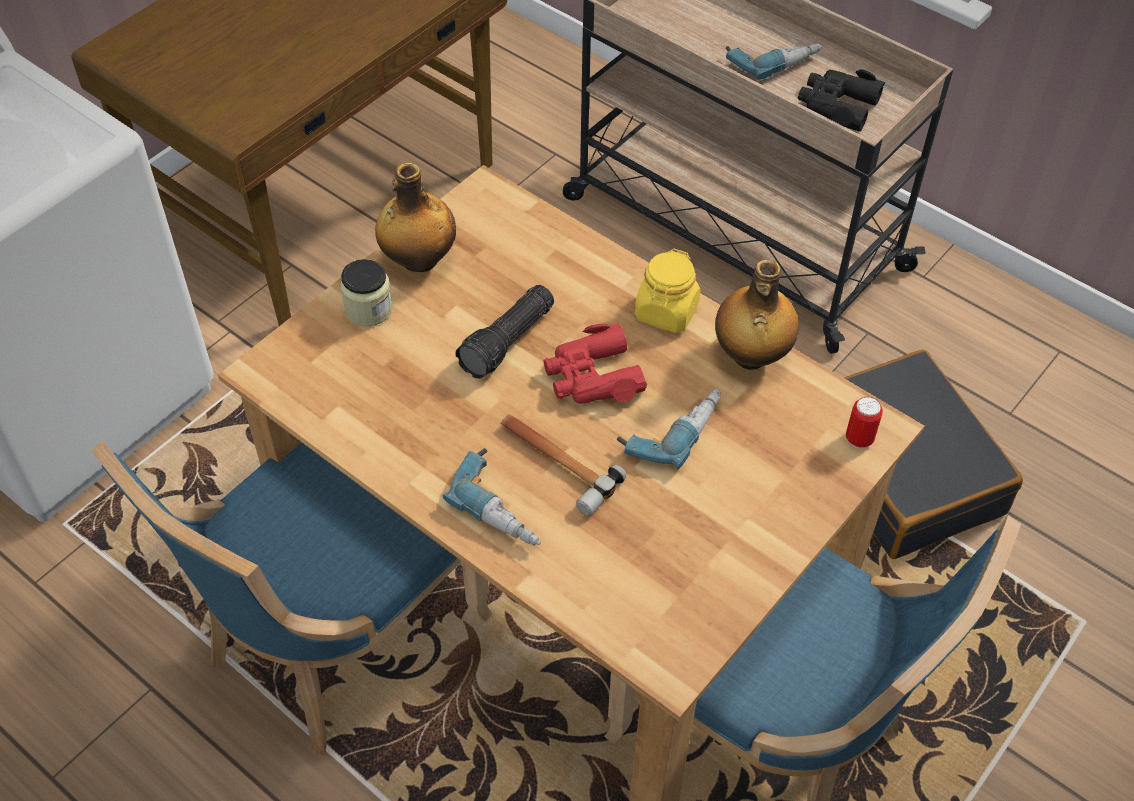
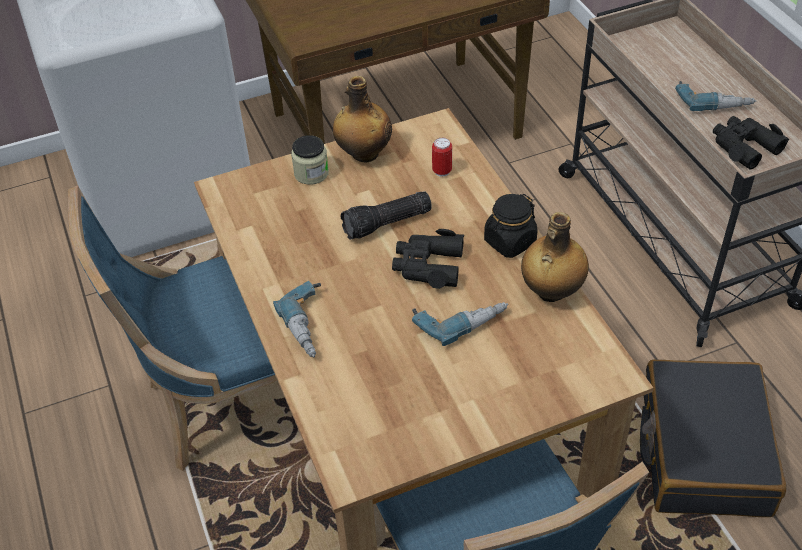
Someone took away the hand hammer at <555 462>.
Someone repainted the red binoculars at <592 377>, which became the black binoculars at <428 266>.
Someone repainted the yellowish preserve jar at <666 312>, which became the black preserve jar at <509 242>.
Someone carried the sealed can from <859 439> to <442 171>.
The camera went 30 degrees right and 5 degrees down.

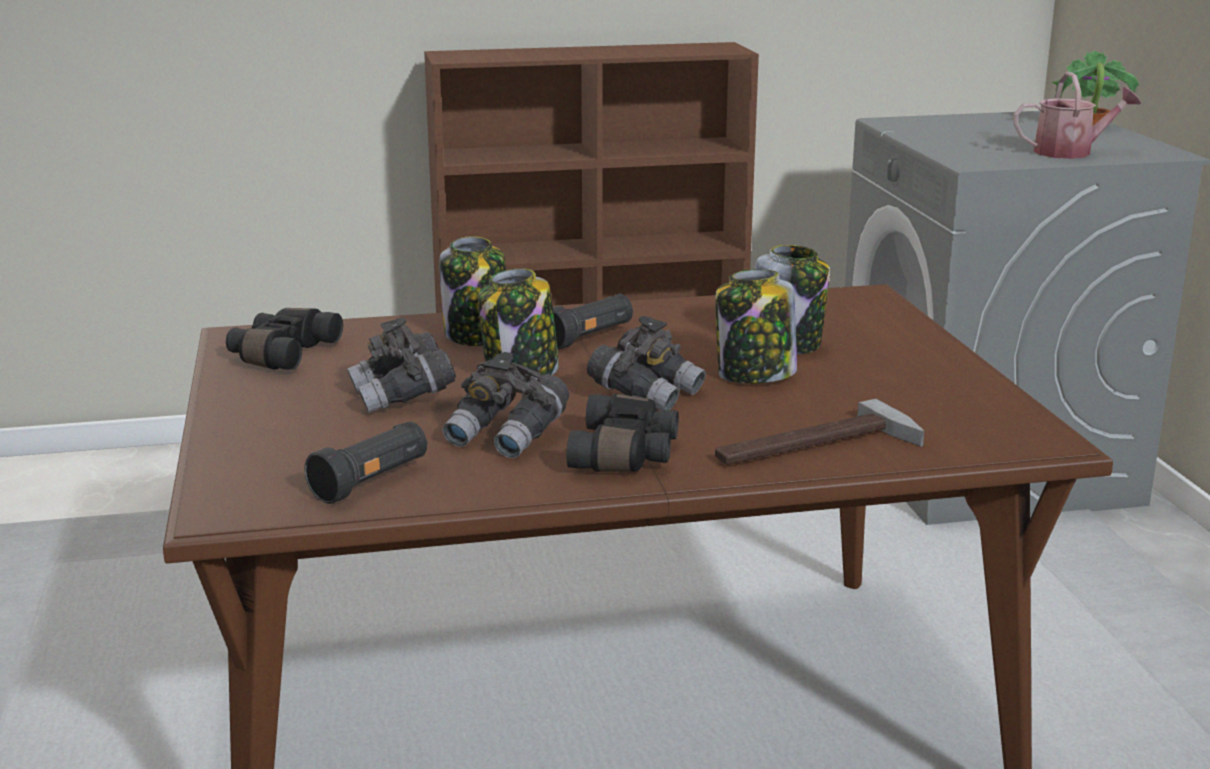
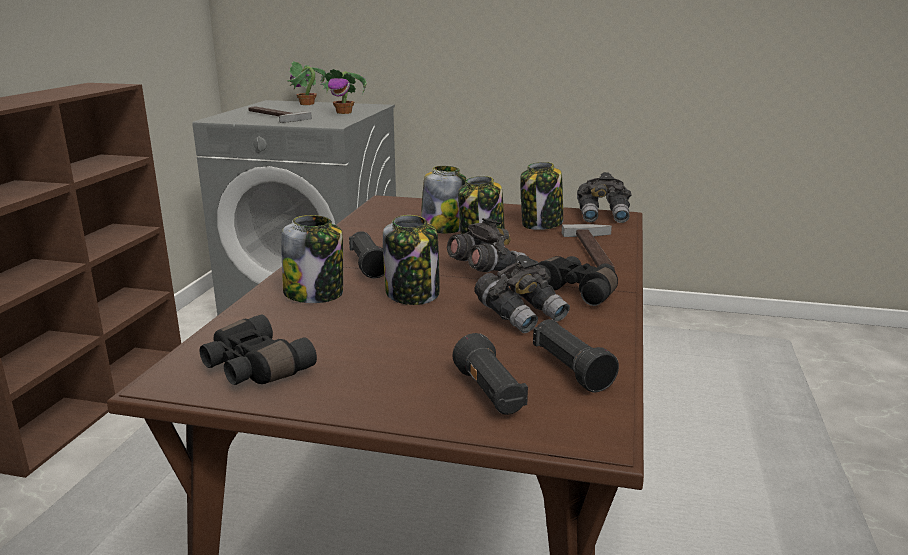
Someone carried the greyish binoculars from <403 397> to <603 216>.
Someone swapped the watering can at <1070 152> for the plant in a pot at <344 112>.
Someone put down the hand hammer at <272 116>.
Someone put down the black hand torch at <490 394>.
Someone put down the preserve jar at <541 224>.
The camera went 65 degrees left and 0 degrees up.

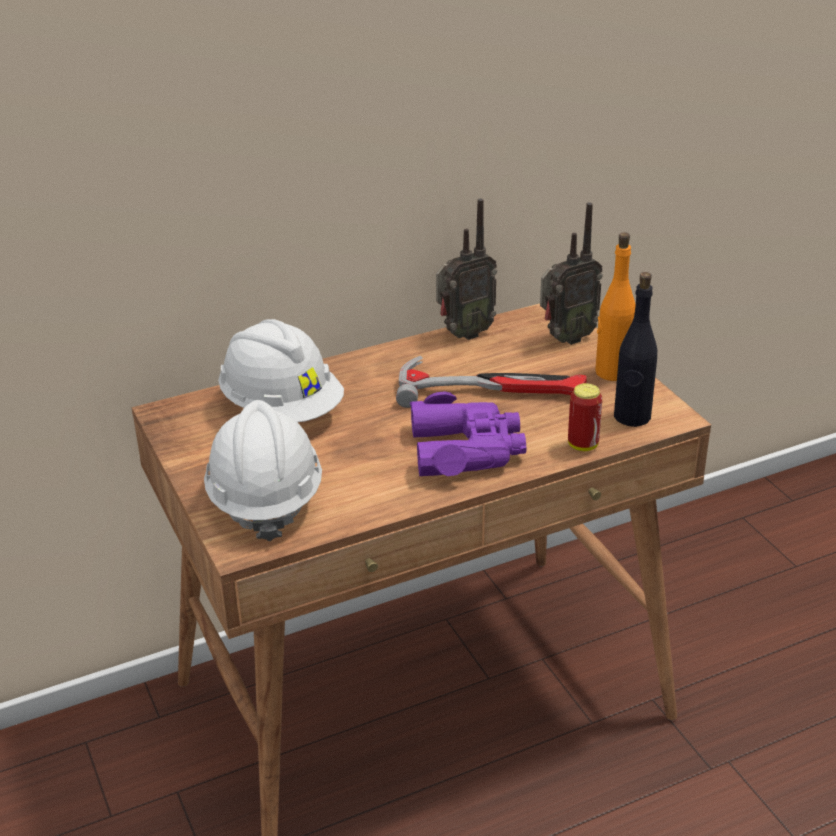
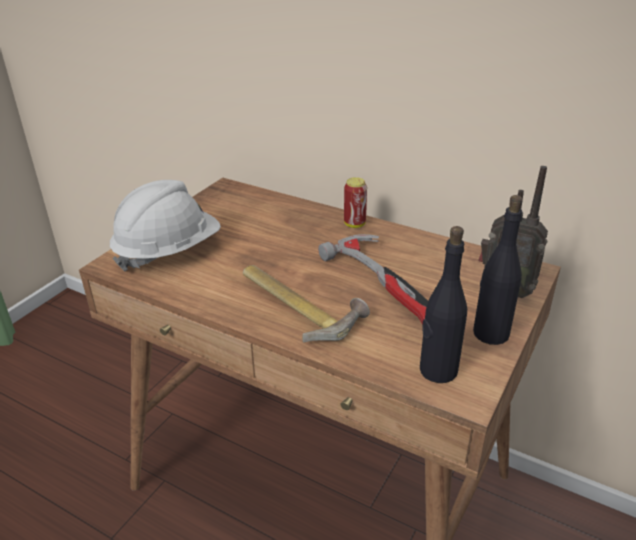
Someone took away the whitish work helmet at <281 408>.
Someone swapped the purple binoculars at <466 449> for the hand hammer at <298 305>.
Someone took away the radio at <463 334>.
Someone carried the sealed can from <583 445> to <354 224>.
Someone repainted the orange-coloured bottle at <612 372>, which became the black bottle at <490 333>.
The camera went 55 degrees right and 0 degrees up.

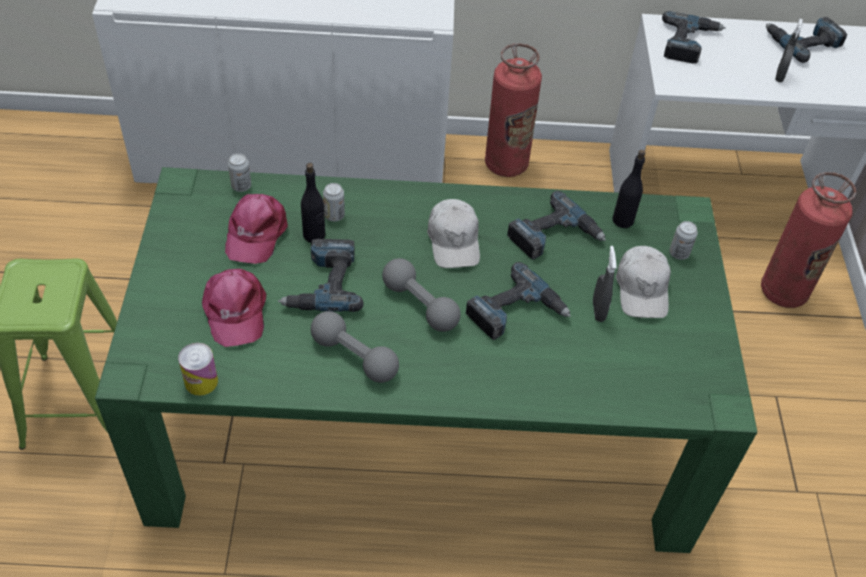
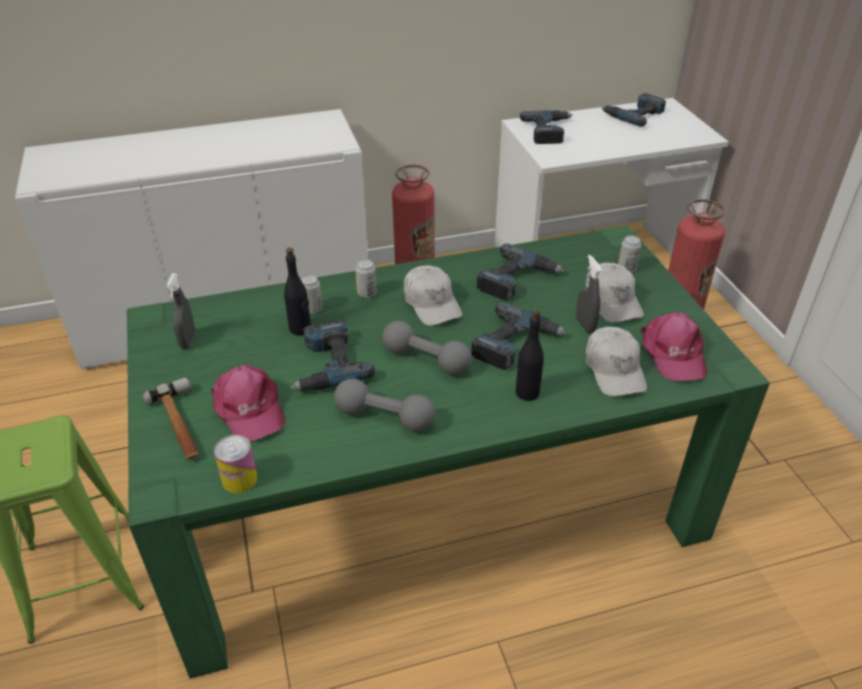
Someone carried the pink-coloured baseball cap from <255 233> to <673 353>.
Someone carried the sealed can from <241 186> to <366 293>.
Someone carried the black bottle from <623 220> to <527 392>.
Someone carried the greyish hand sprayer from <779 76> to <188 341>.
Someone put down the hand hammer at <181 425>.
Someone put down the whitish baseball cap at <614 370>.
The camera went 15 degrees left and 10 degrees down.

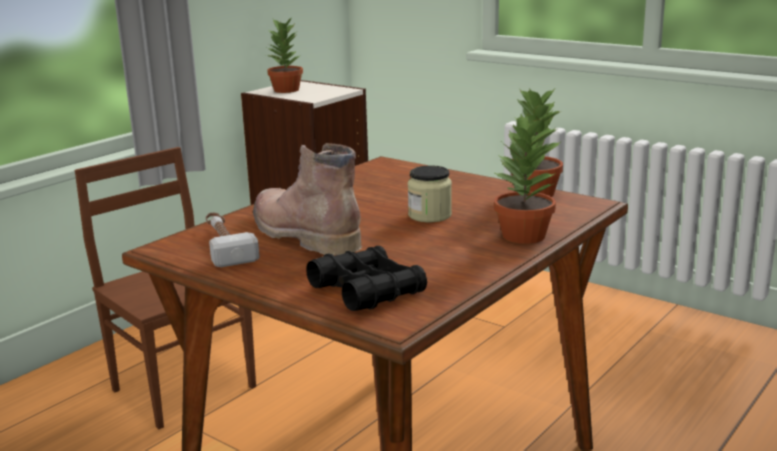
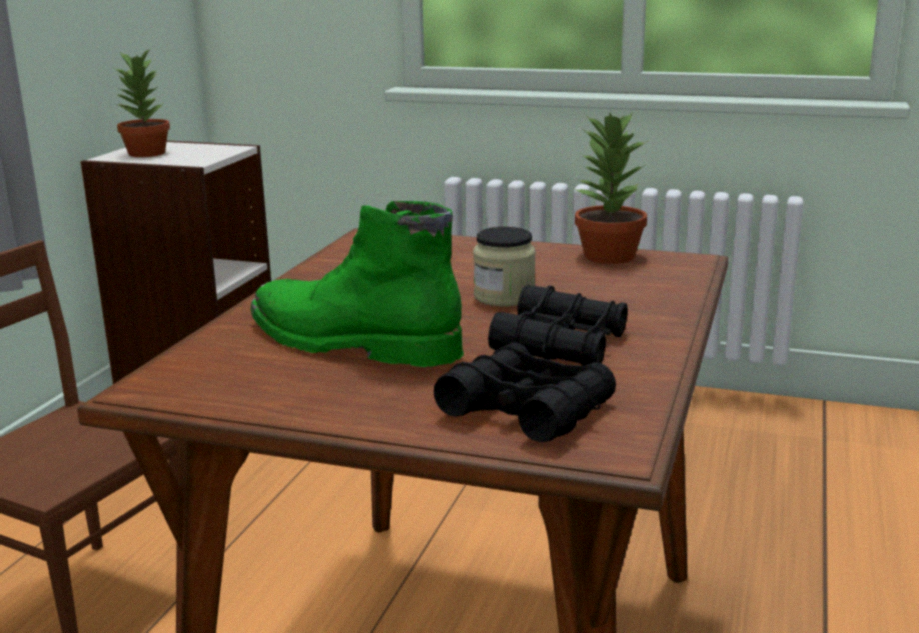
Someone took away the hand hammer at <224 244>.
Someone repainted the brown-coloured high-top boot at <301 234>, which became the greenish high-top boot at <348 342>.
Someone took away the plant in a pot at <523 236>.
Someone put down the black binoculars at <561 345>.
The camera went 20 degrees left and 0 degrees up.

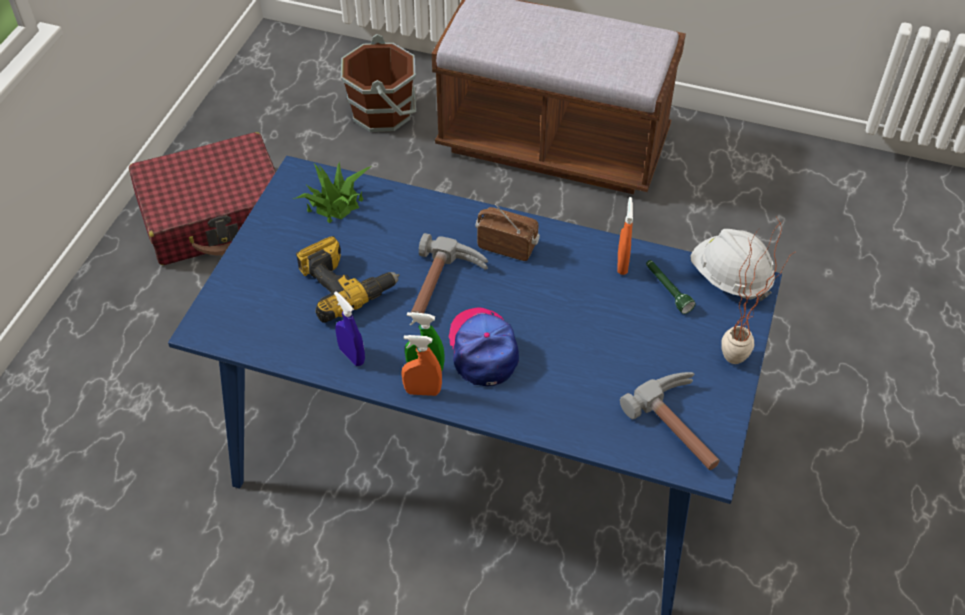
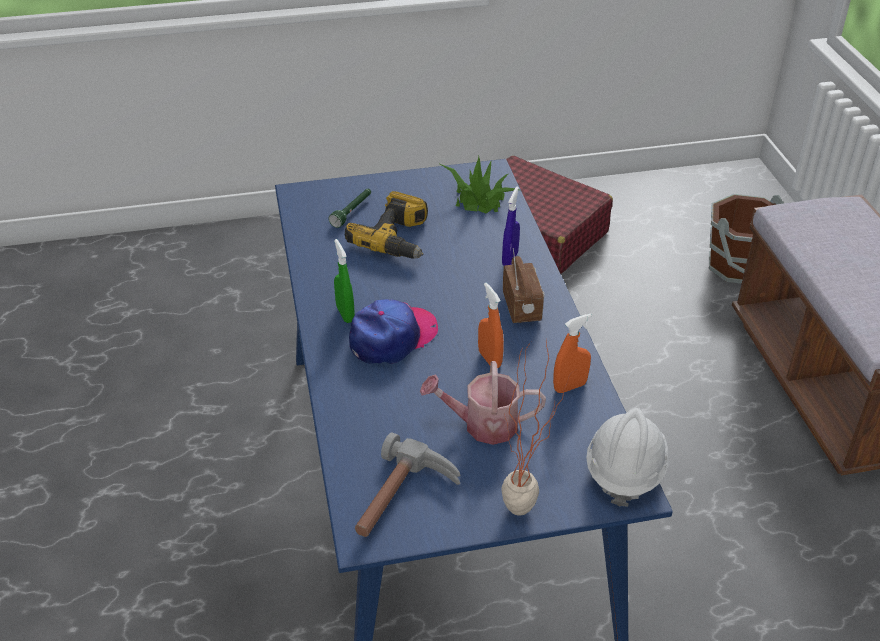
Someone carried the blue-coloured hand sprayer from <352 356> to <510 259>.
Someone carried the orange-coloured hand sprayer from <422 391> to <489 359>.
Someone took away the hand hammer at <444 287>.
Someone carried the greenish hand torch from <667 290> to <352 212>.
Someone put down the watering can at <482 425>.
The camera went 60 degrees right and 10 degrees down.

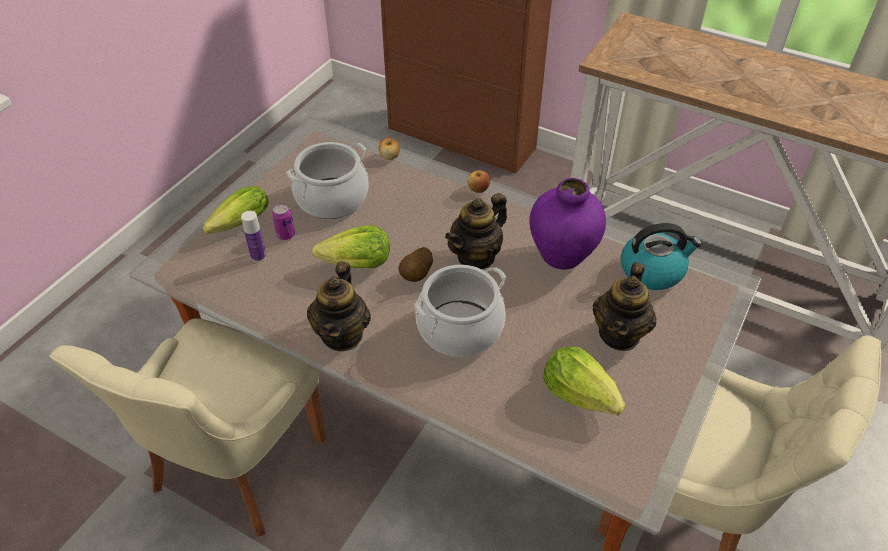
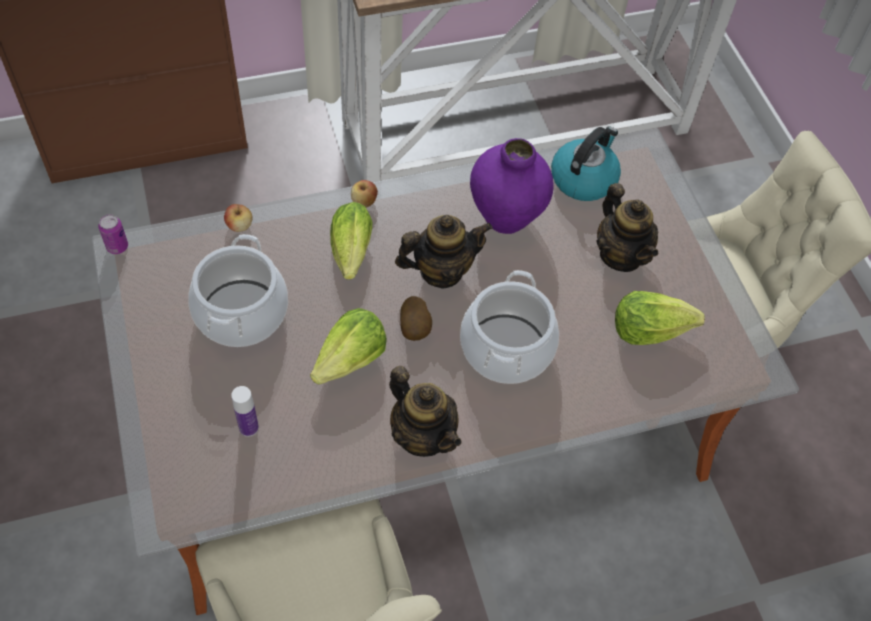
Someone carried the lettuce head from <238 225> to <350 254>.
Someone carried the sealed can from <285 235> to <117 247>.
Someone rotated the pot for tea at <476 256> by 105 degrees counterclockwise.
The camera went 50 degrees left and 10 degrees up.

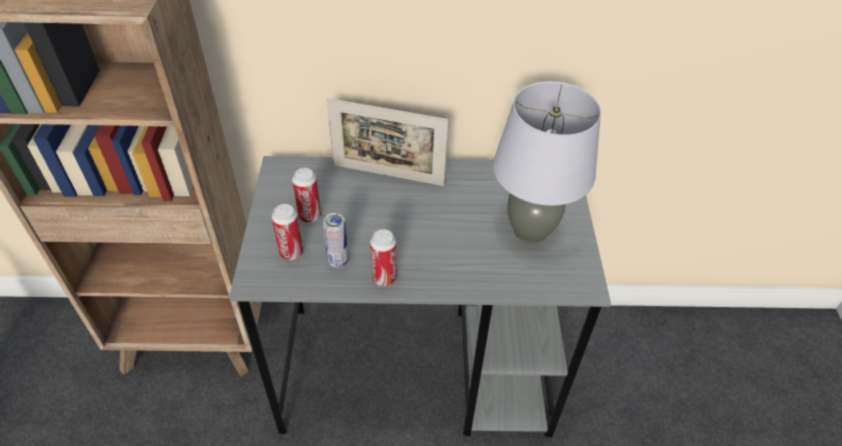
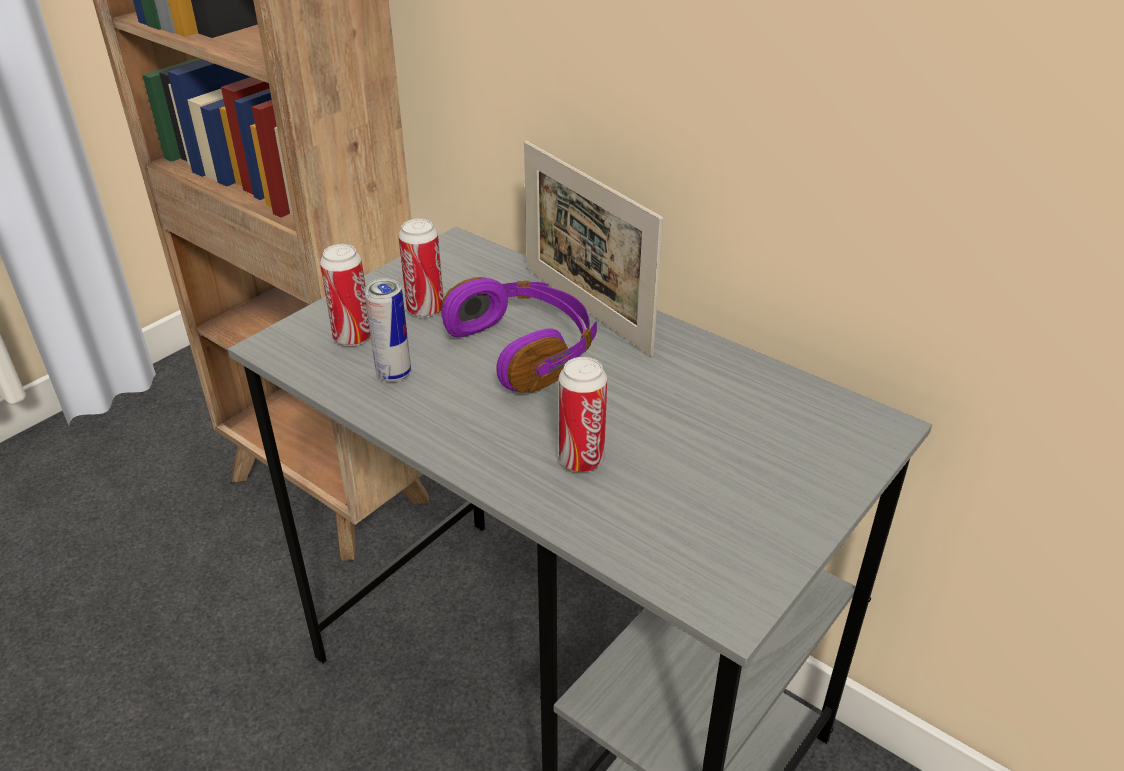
Someone carried the sealed can from <384 278> to <581 460>.
Someone took away the greyish lamp for a table at <531 231>.
Someone put down the purple headphones at <525 349>.
The camera went 40 degrees right and 10 degrees down.

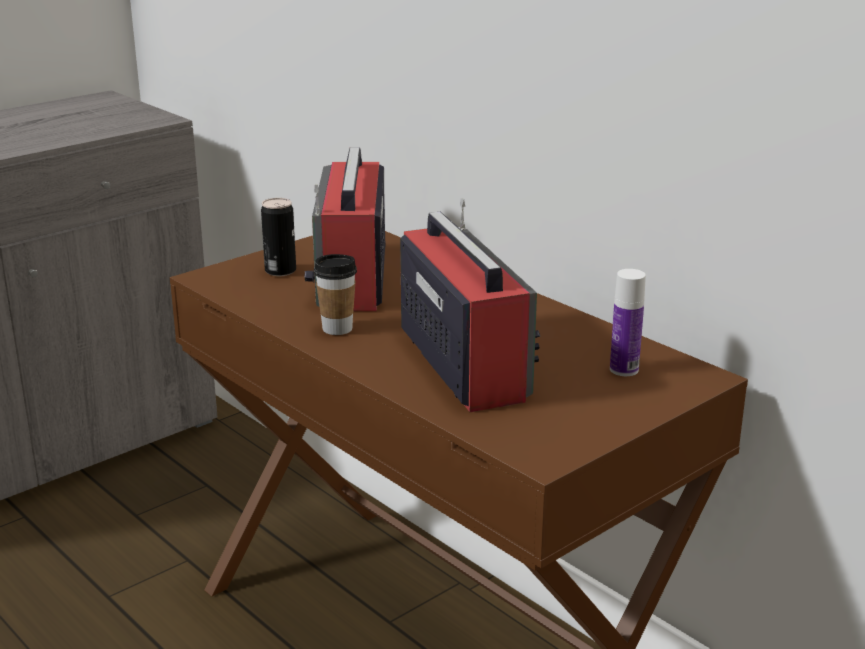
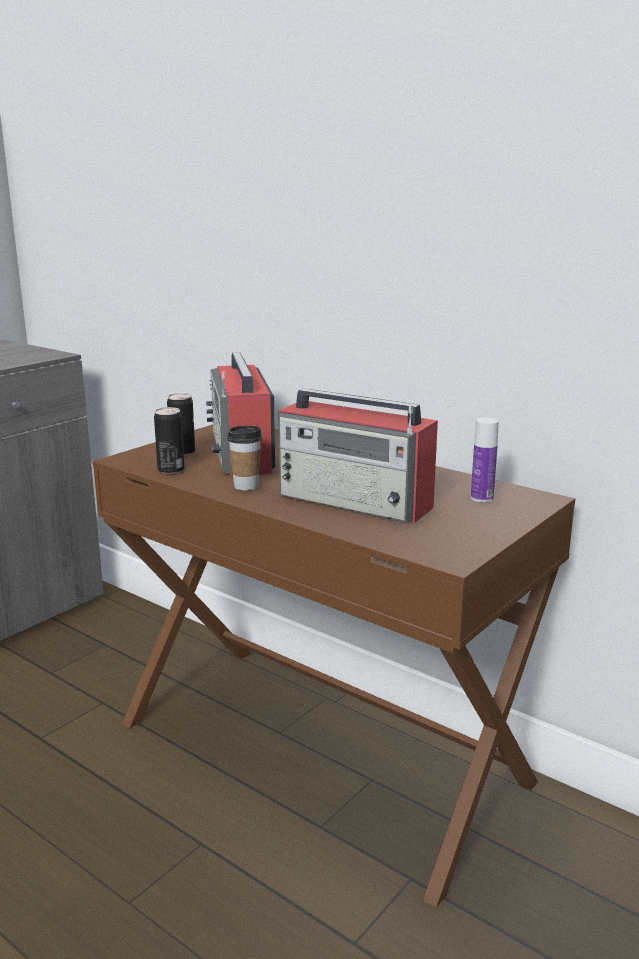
Someone rotated the radio at <462 362> by 150 degrees clockwise.
Someone put down the sealed can at <171 470>.
The camera went 10 degrees left and 5 degrees down.

